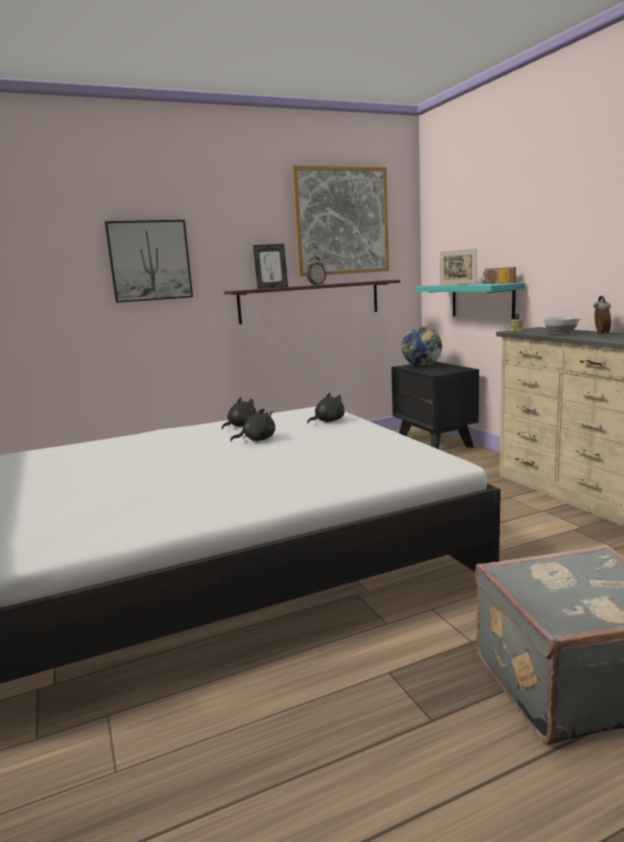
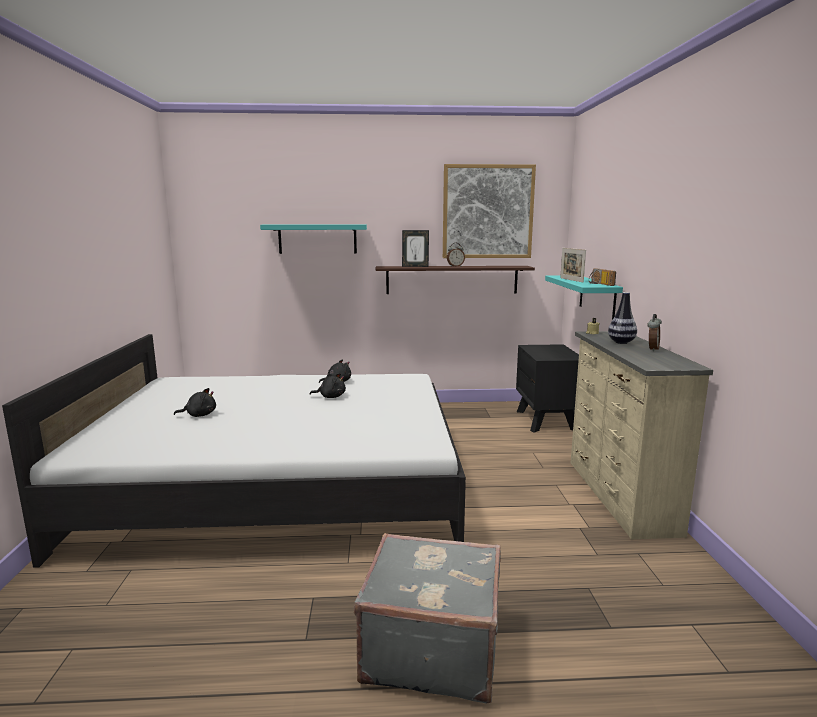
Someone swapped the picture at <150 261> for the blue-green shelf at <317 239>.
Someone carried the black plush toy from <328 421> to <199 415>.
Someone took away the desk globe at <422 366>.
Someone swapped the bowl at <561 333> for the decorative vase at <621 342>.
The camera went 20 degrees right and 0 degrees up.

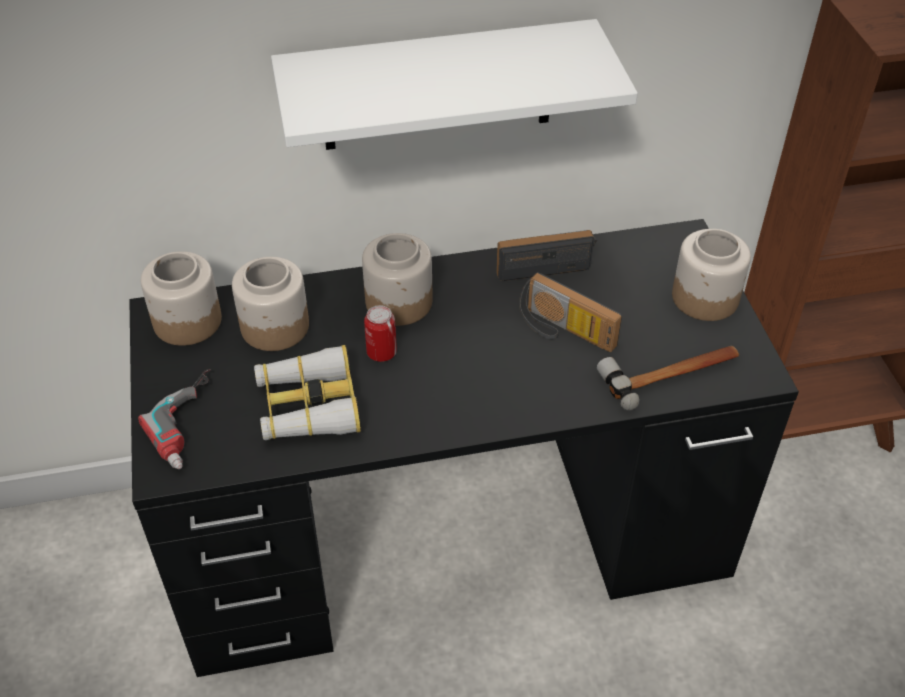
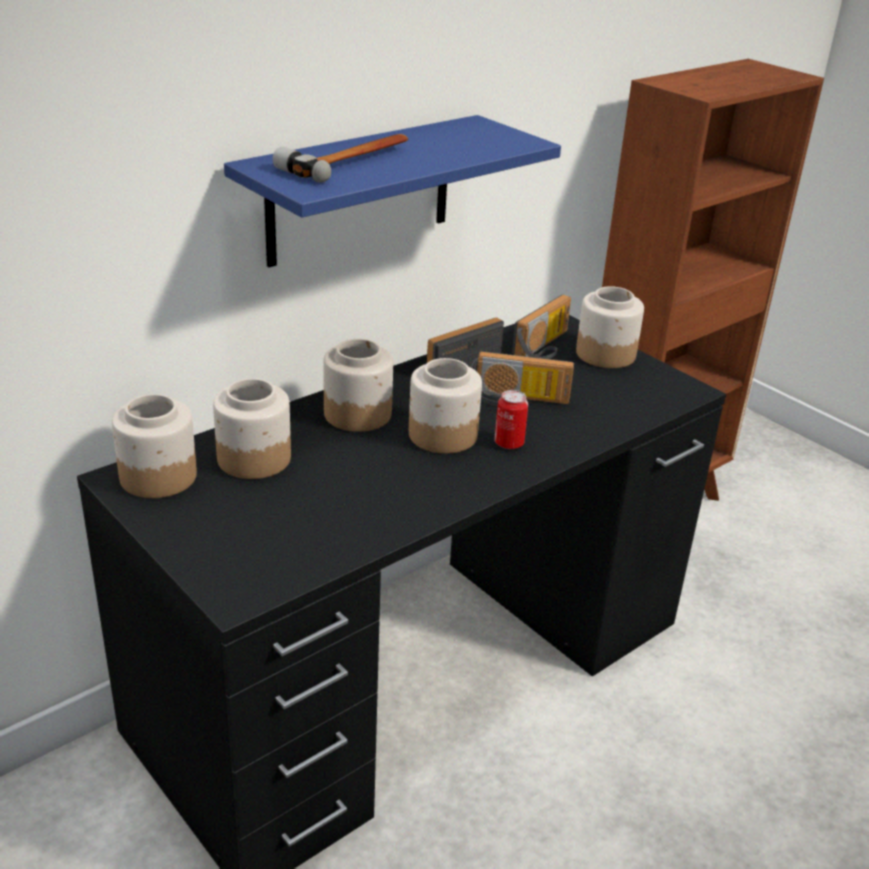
Someone took away the electric drill at <193 424>.
Someone took away the binoculars at <308 406>.
Someone repainted the whitish shelf at <437 86>, which became the blue-coloured shelf at <360 190>.
Someone carried the sealed can from <381 352> to <509 443>.
Someone carried the hand hammer from <671 374> to <349 161>.
Someone put down the preserve jar at <442 435>.
Someone put down the radio at <546 347>.
The camera went 30 degrees left and 15 degrees down.

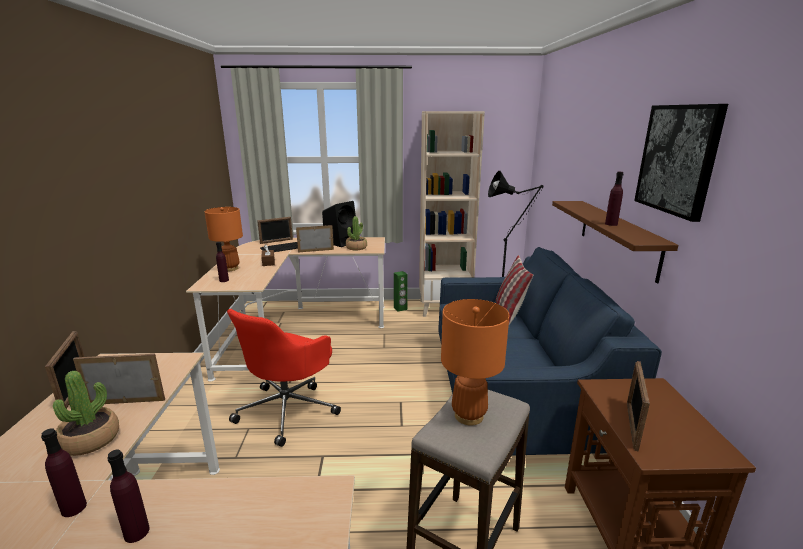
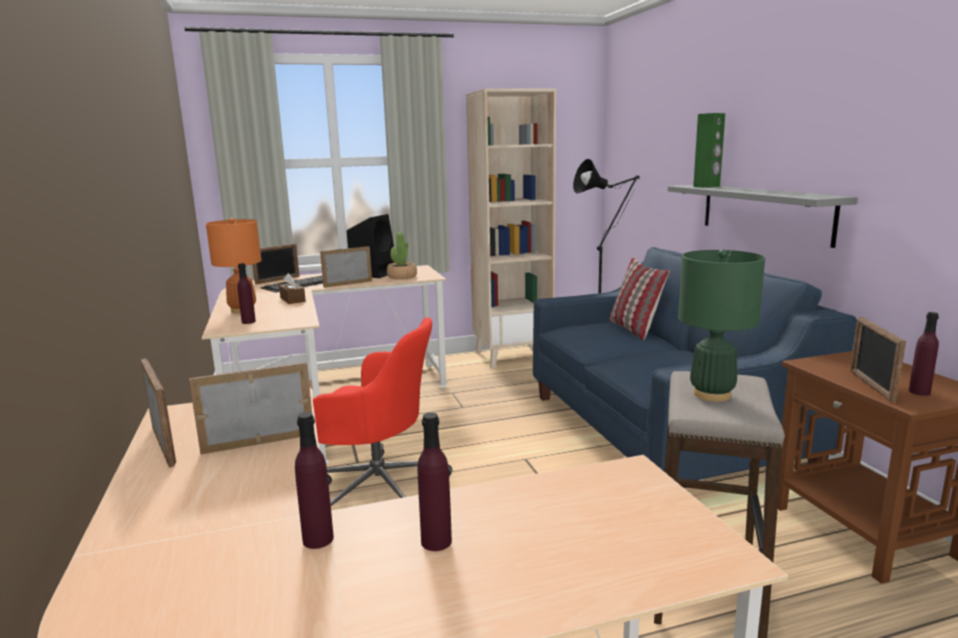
Someone took away the plant in a pot at <91 440>.
Someone rotated the red desk chair at <288 409> by 90 degrees counterclockwise.
Someone carried the greenish loudspeaker from <400 308> to <707 186>.
Someone repainted the orange-coloured lamp for a table at <468 416>, which became the greenish lamp for a table at <712 394>.
Someone repainted the brown-coloured shelf at <617 237>, which became the greyish shelf at <764 212>.
Someone carried the purple bottle from <611 224> to <919 392>.
Someone took away the picture at <678 159>.
The camera went 15 degrees left and 5 degrees down.

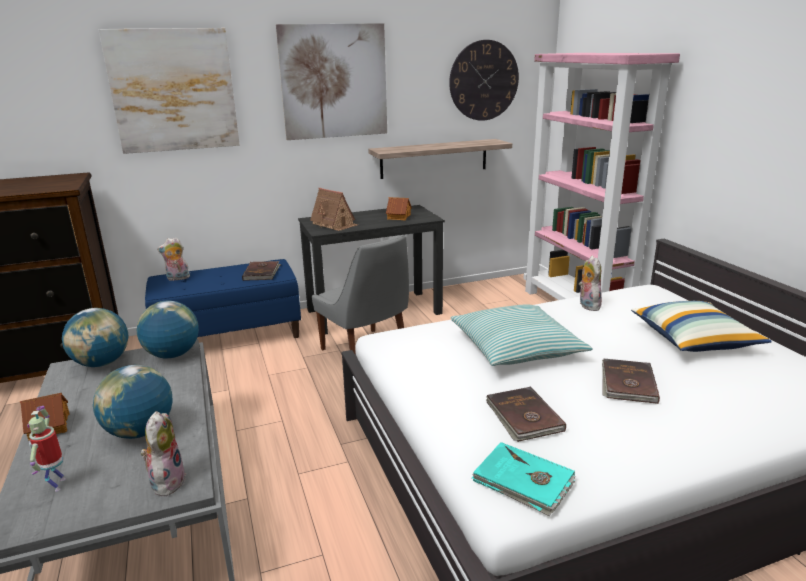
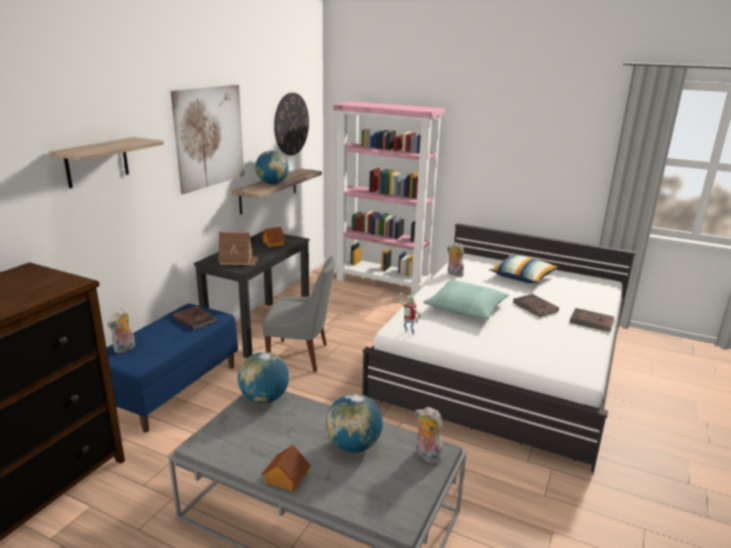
Someone carried the model robot from <57 484> to <408 332>.
Someone carried the desk globe from <102 363> to <272 183>.
Someone swapped the picture at <173 90> for the shelf at <97 162>.
Someone took away the blue-green book at <523 481>.
Someone carried the brown-coloured book from <523 417> to <591 322>.
The camera went 45 degrees left and 0 degrees up.

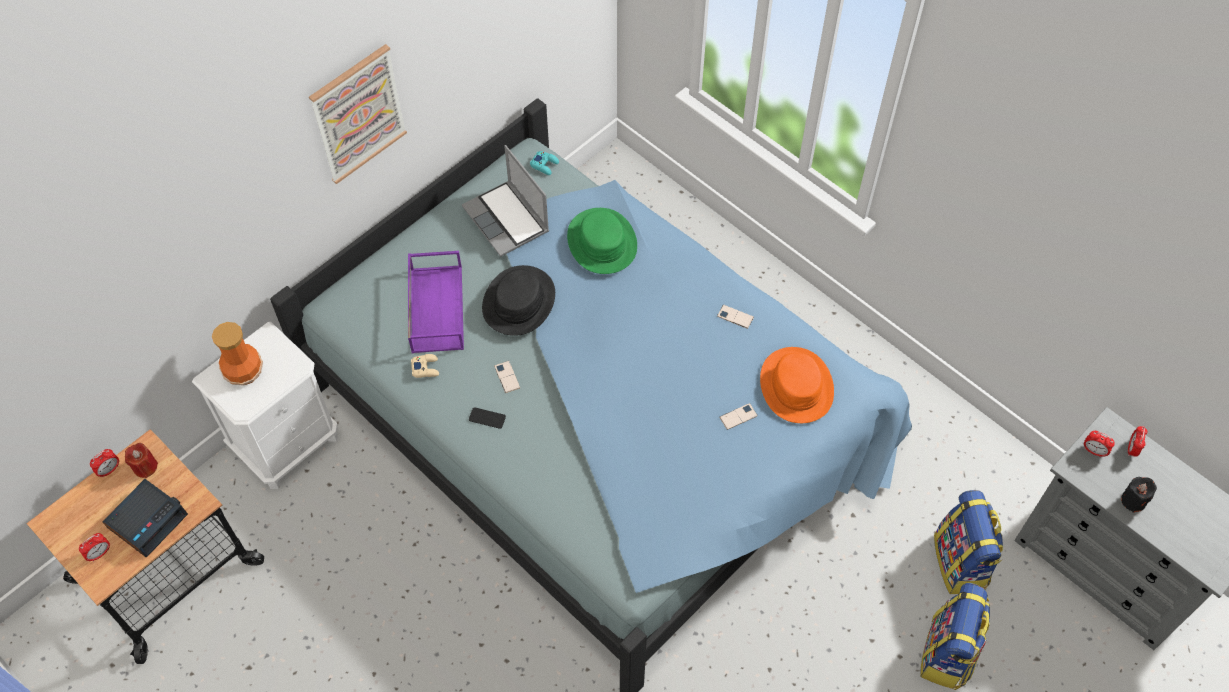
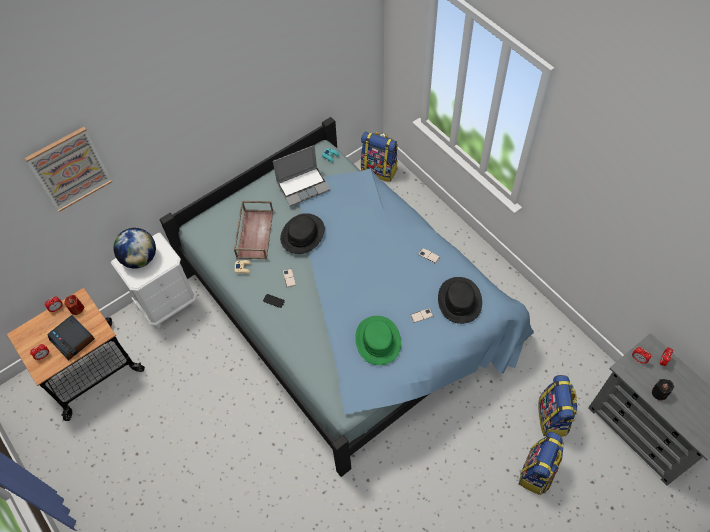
Someone rotated the alarm clock at <148 520> by 90 degrees clockwise.
Someone swapped the decorative vase at <244 370> for the desk globe at <140 258>.
Someone carried the picture from <358 114> to <70 169>.
Someone repainted the purple serving tray at <435 308>, which became the brown-coloured serving tray at <254 233>.
Someone rotated the portable computer at <507 220> by 90 degrees counterclockwise.
Someone carried the greenish clothing hat from <601 242> to <378 340>.
Someone repainted the orange-coloured clothing hat at <796 386>, which became the black clothing hat at <460 300>.
Someone put down the knapsack at <379 170>.
The camera went 10 degrees right and 0 degrees up.

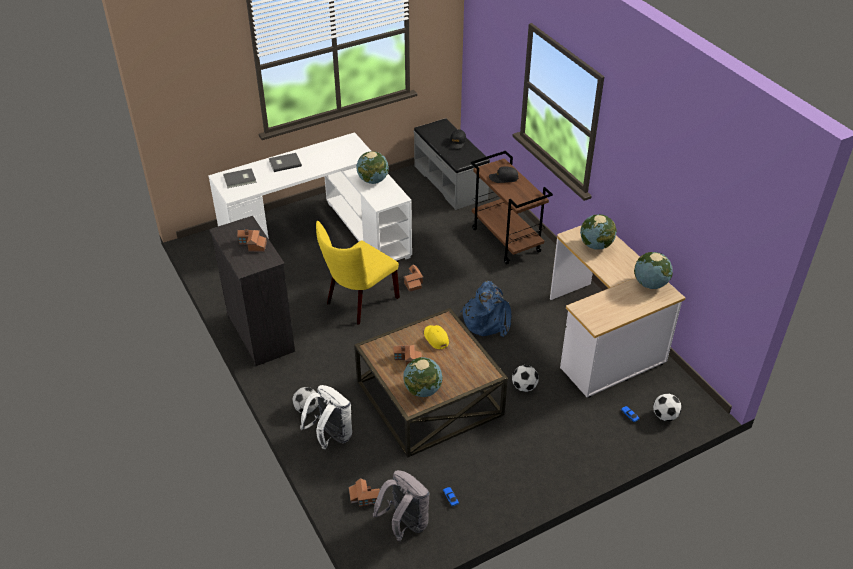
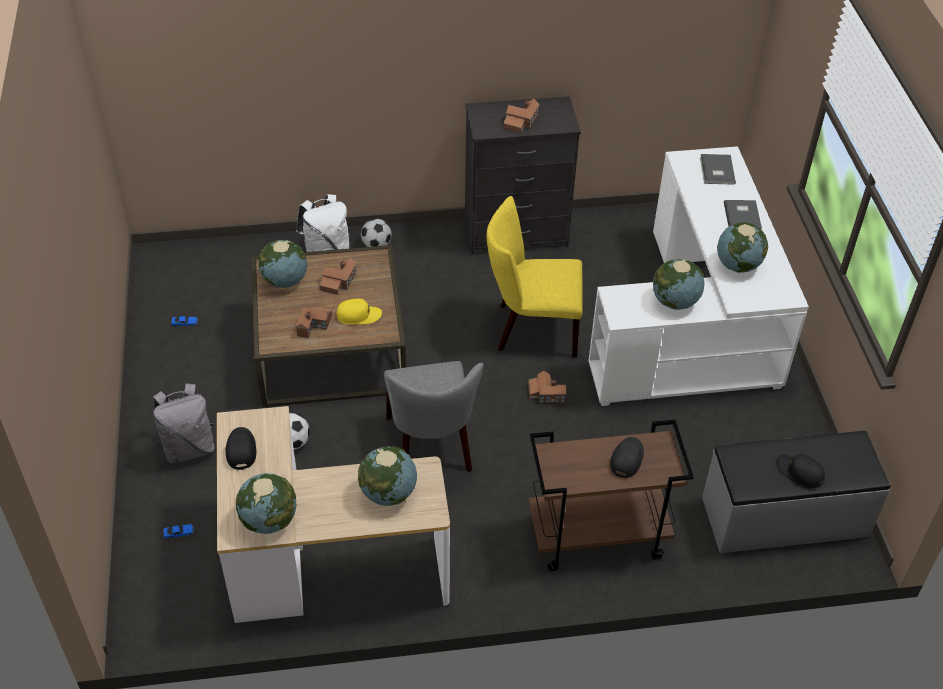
Someone rotated the yellowish chair at <358 302> by 60 degrees counterclockwise.
Someone carried the miniature house from <364 497> to <314 325>.
Someone carried the greyish knapsack from <405 524> to <188 448>.
Someone swapped the blue-coloured knapsack at <487 320> for the greyish chair at <431 448>.
Someone took away the football at <665 416>.
Someone put down the black baseball cap at <241 450>.
Someone put down the desk globe at <738 265>.
The camera went 110 degrees right and 5 degrees up.

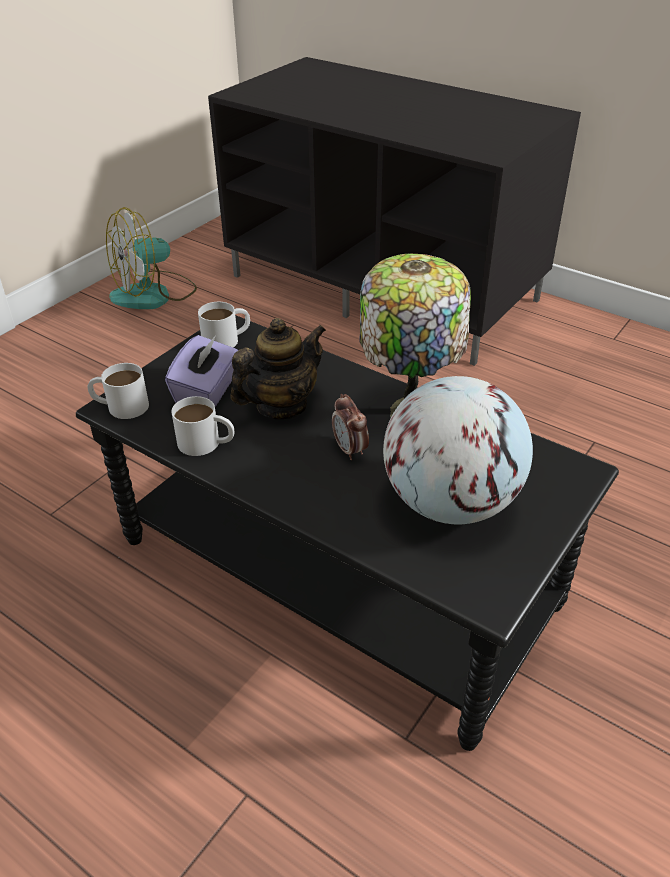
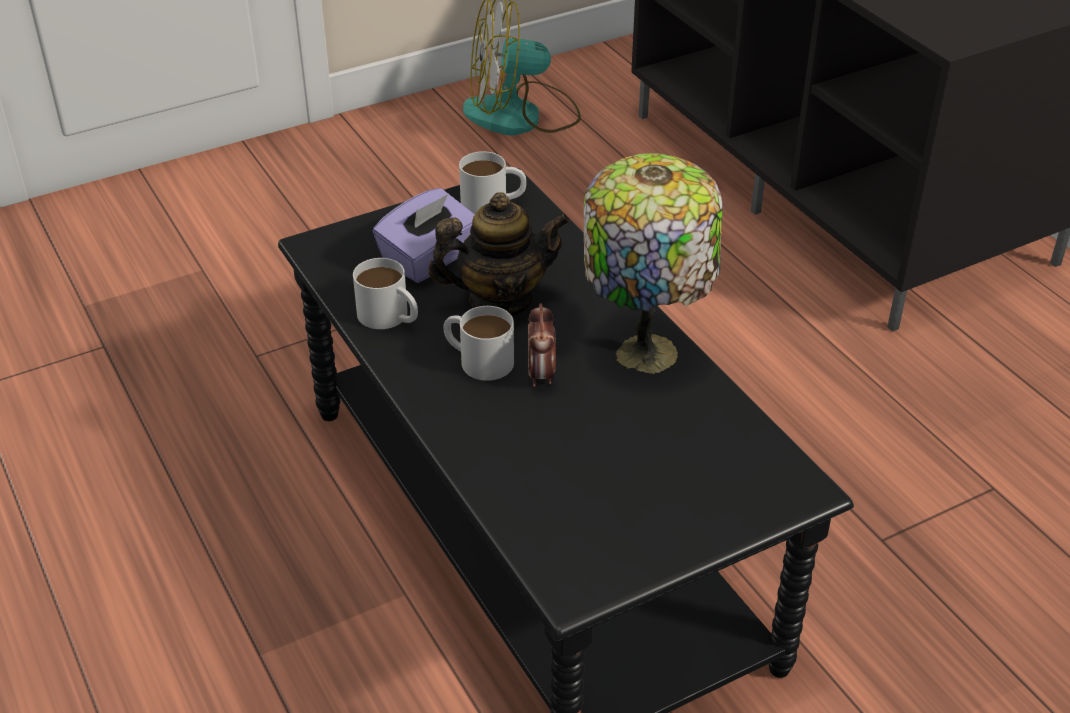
Someone carried the whitish mug from <120 406> to <478 359>.
Someone took away the desk globe at <450 502>.
The camera went 25 degrees right and 0 degrees up.

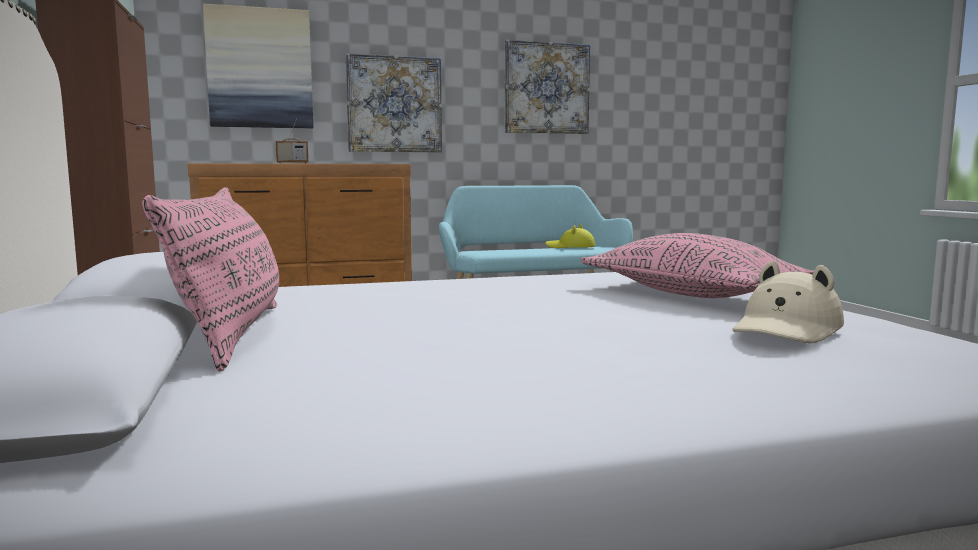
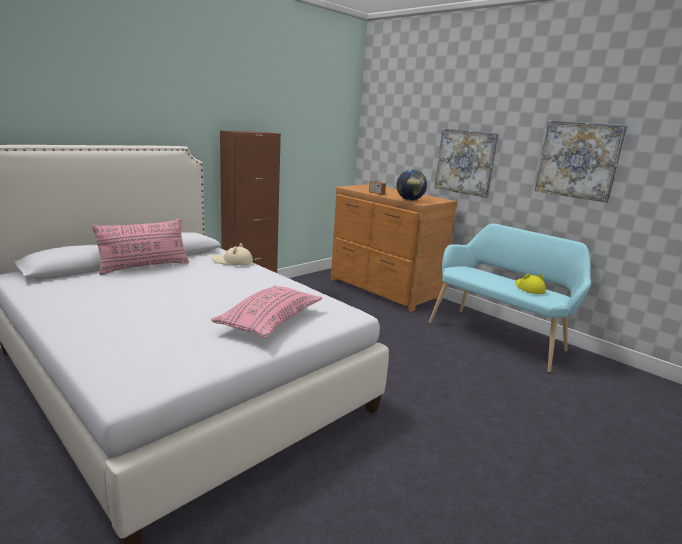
Someone took away the picture at <260 68>.
Someone carried the beige clothing hat from <787 330> to <232 261>.
Someone put down the desk globe at <409 200>.
The camera went 60 degrees right and 10 degrees up.

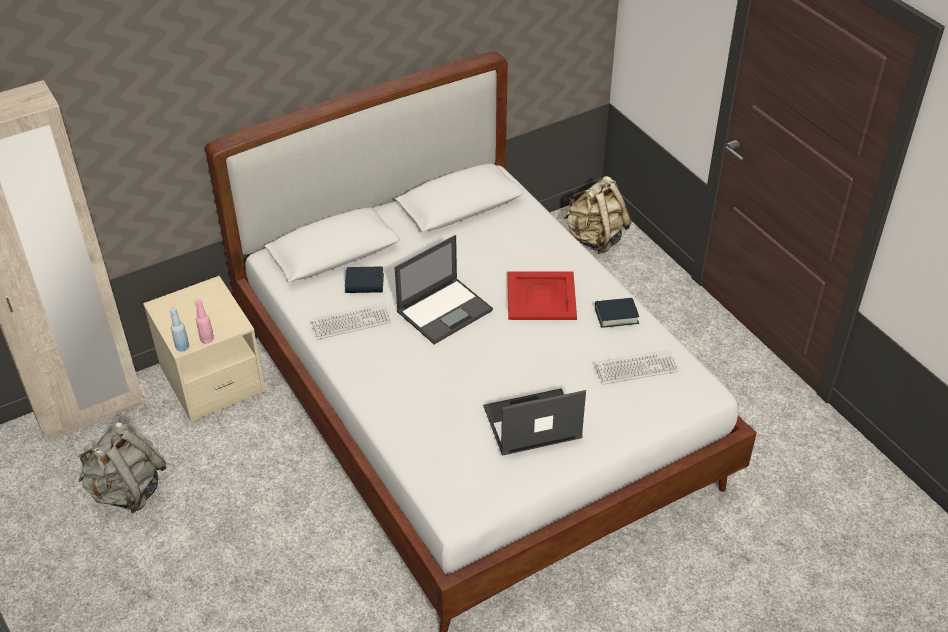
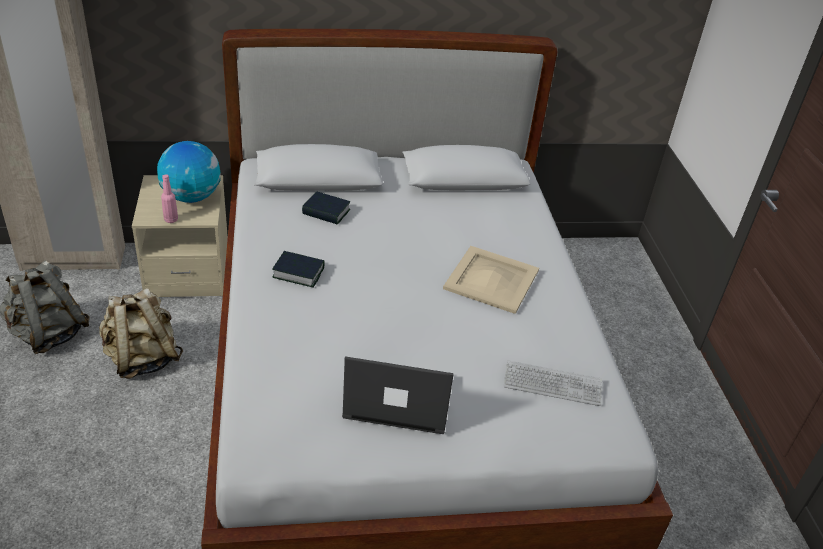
Someone took away the blue-coloured bottle at <182 347>.
Someone took away the computer keyboard at <350 322>.
Someone took away the portable computer at <445 310>.
Someone repainted the red serving tray at <540 297>, which became the beige serving tray at <490 280>.
Someone carried the beige knapsack from <595 239> to <142 359>.
Someone carried the book from <616 315> to <298 273>.
Someone put down the desk globe at <191 197>.
The camera went 20 degrees right and 5 degrees down.

